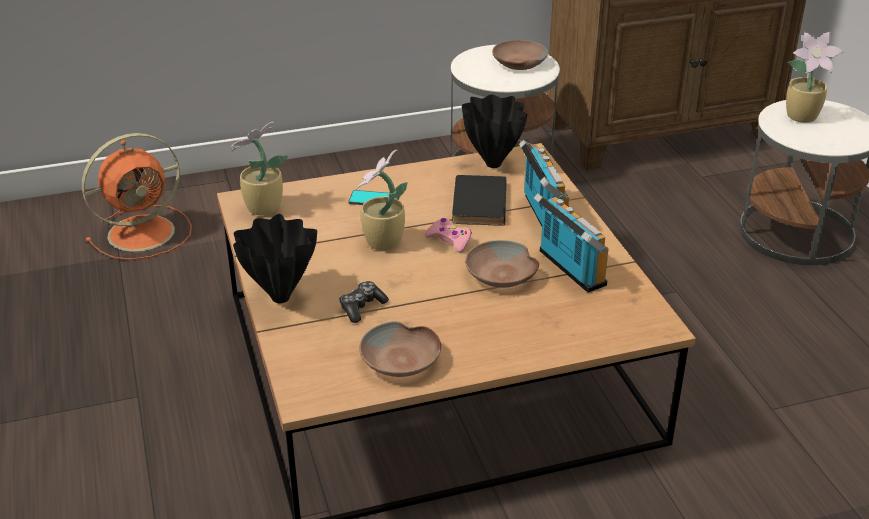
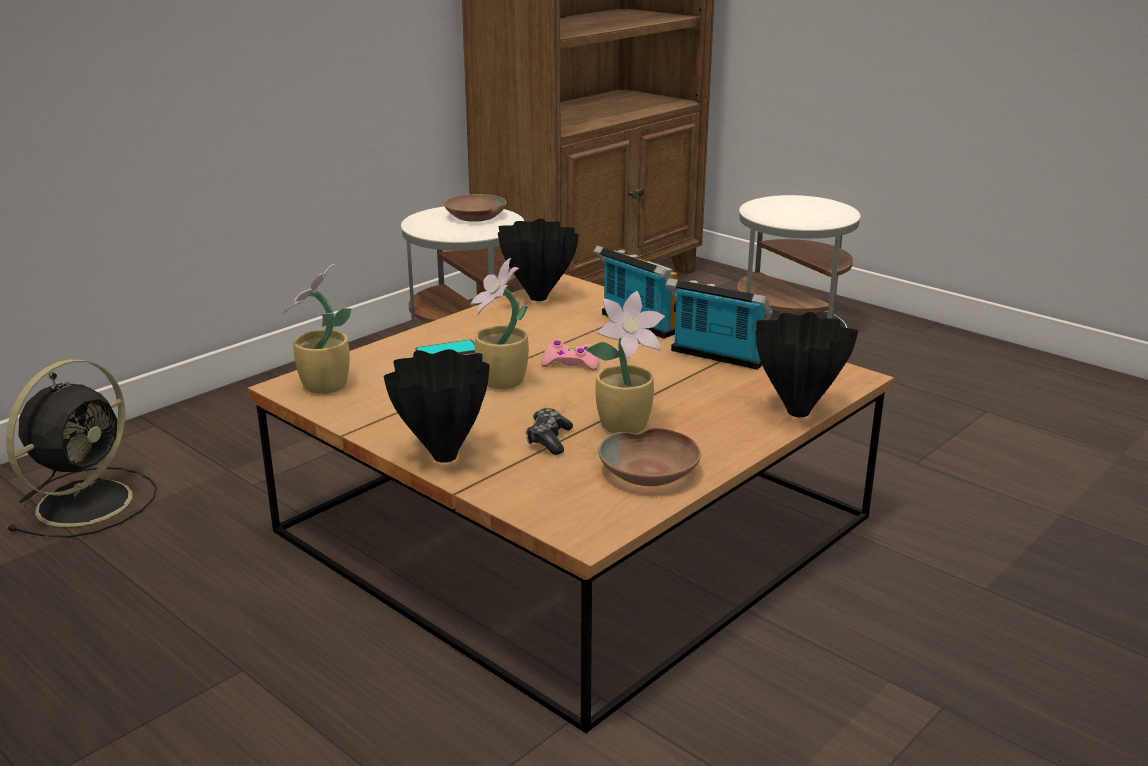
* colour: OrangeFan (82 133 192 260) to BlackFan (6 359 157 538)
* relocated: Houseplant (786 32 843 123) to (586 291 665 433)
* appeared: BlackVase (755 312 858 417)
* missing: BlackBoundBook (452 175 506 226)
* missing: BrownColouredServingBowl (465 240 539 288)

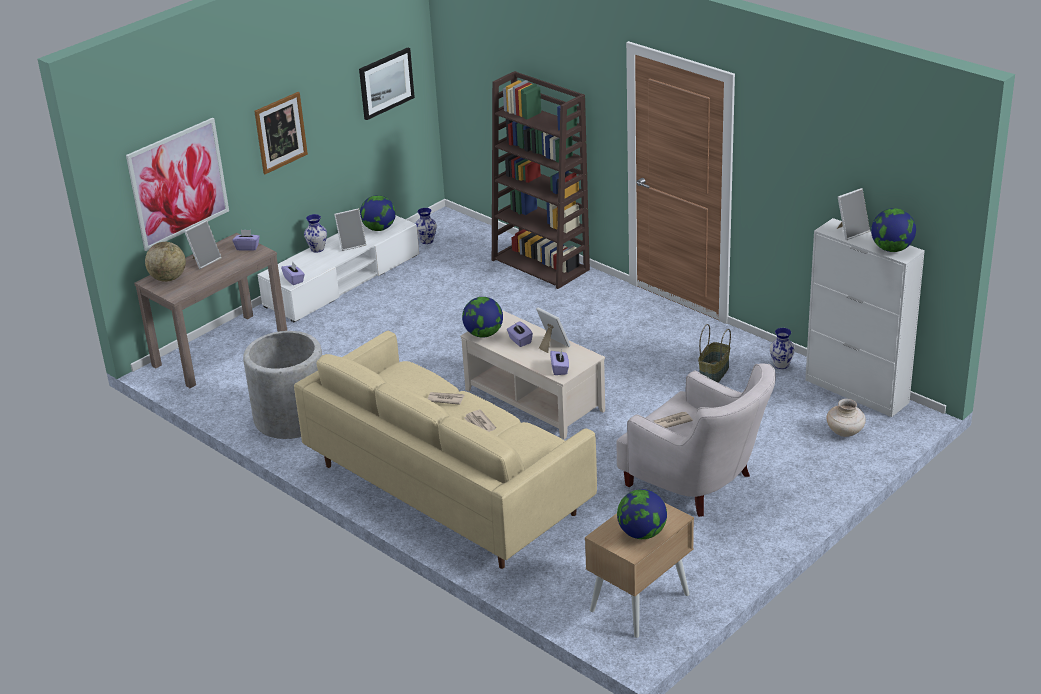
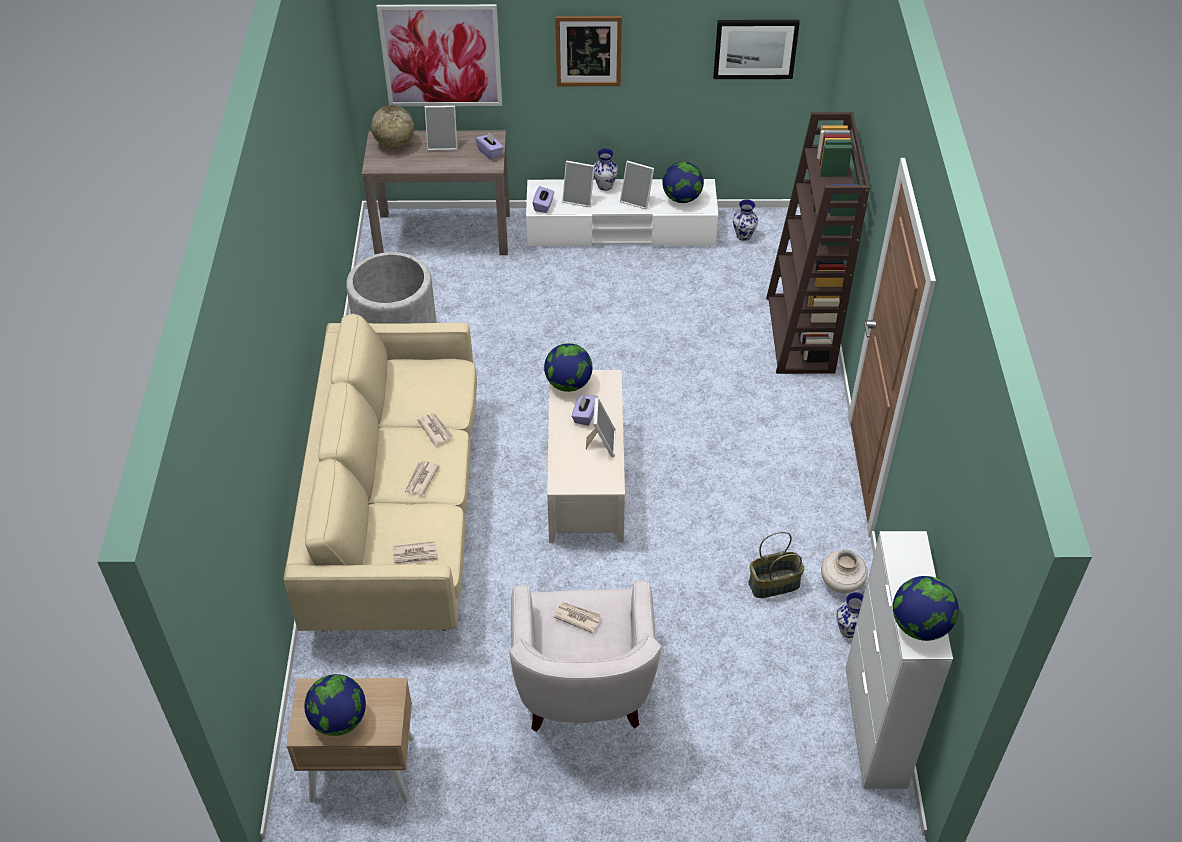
* appeared: DailyPaper (392 541 439 564)
* relocated: PictureFrame (837 188 870 240) to (562 161 595 207)
* relocated: BeigeColouredVase (827 399 866 437) to (821 550 868 593)
* missing: PurpleTissueHolder (550 350 569 375)

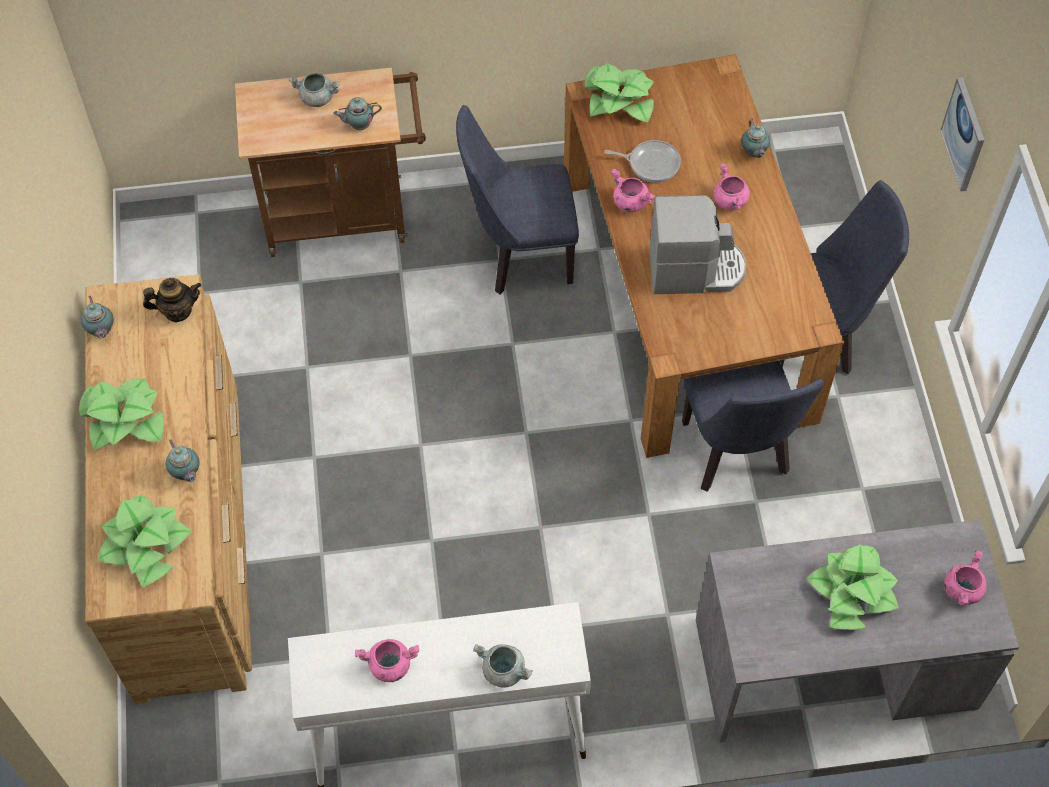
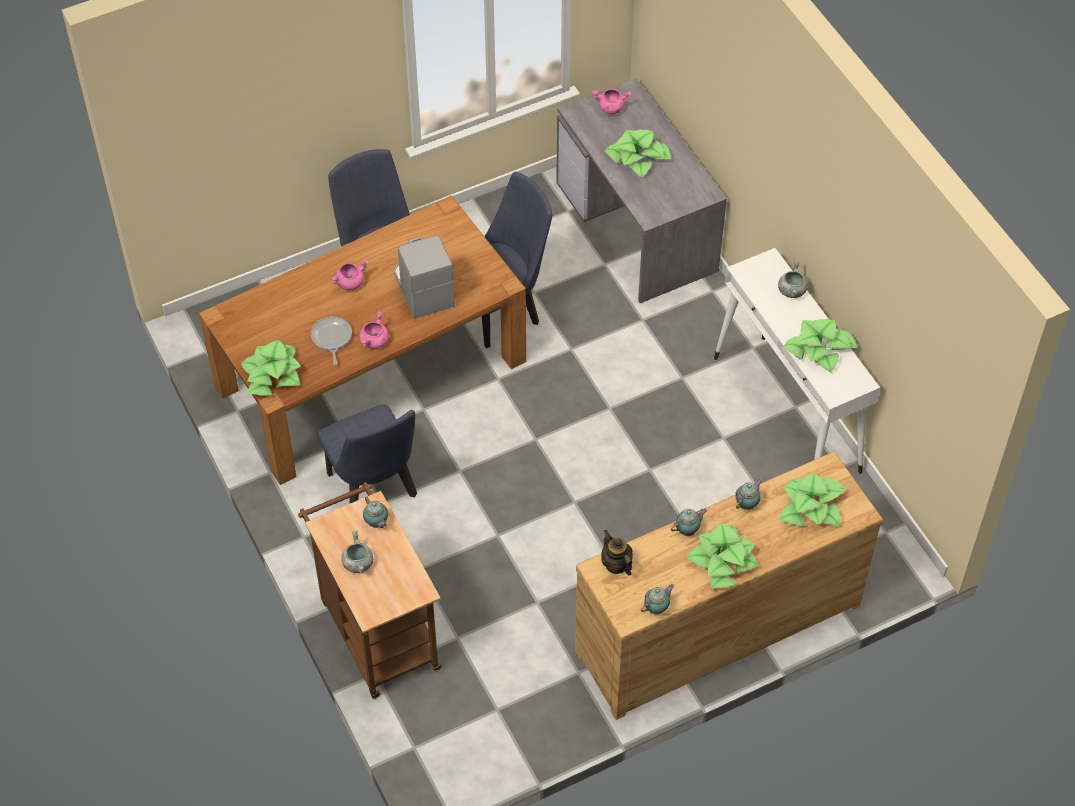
* relocated: TeaPot (741 118 770 158) to (671 508 707 536)
* exchanged: PinkSaucepot (355 639 419 682) to Houseplant (783 319 857 372)
* missing: WallPicture (941 77 984 191)

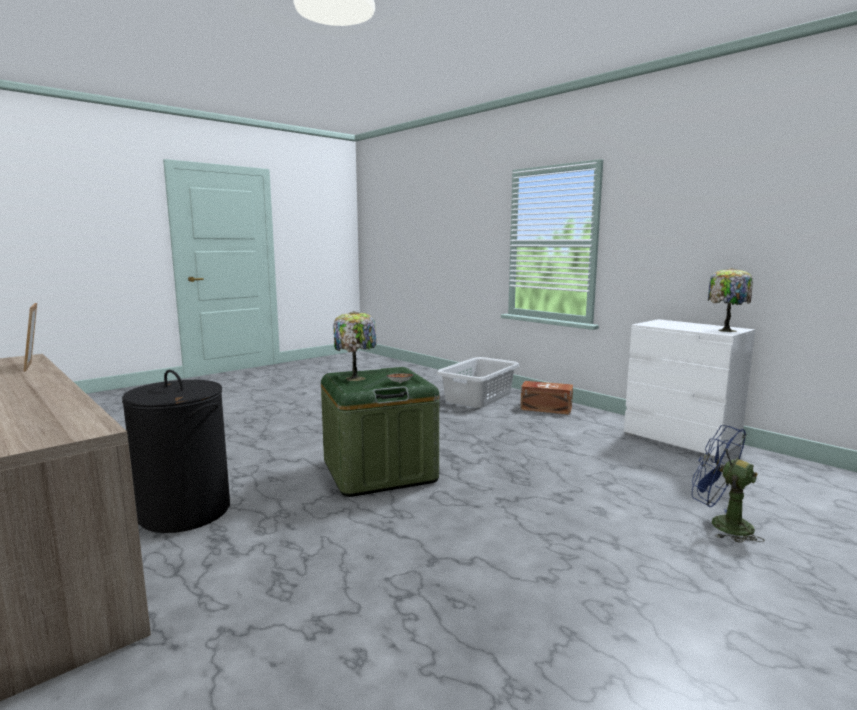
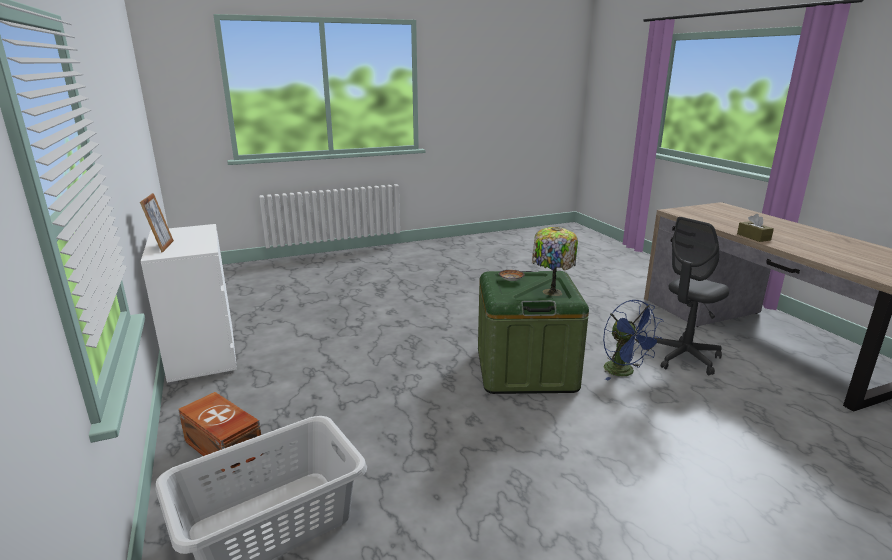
* relocated: PictureFrame (24 303 37 372) to (140 193 174 253)
* relocated: BlueFan (692 425 765 543) to (603 300 663 381)
* exchanged: BlackLaundryBasket (122 370 230 533) to GrayComputerChair (650 217 729 375)
* appeared: BrownColouredTissueHolder (737 214 774 242)
* missing: TableLamp (708 268 753 332)

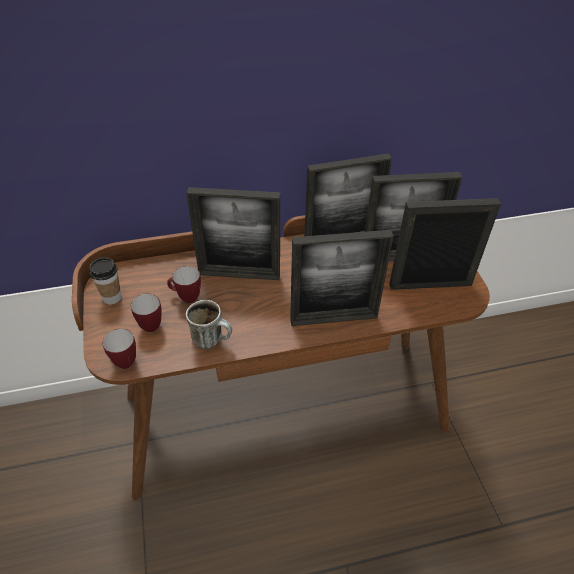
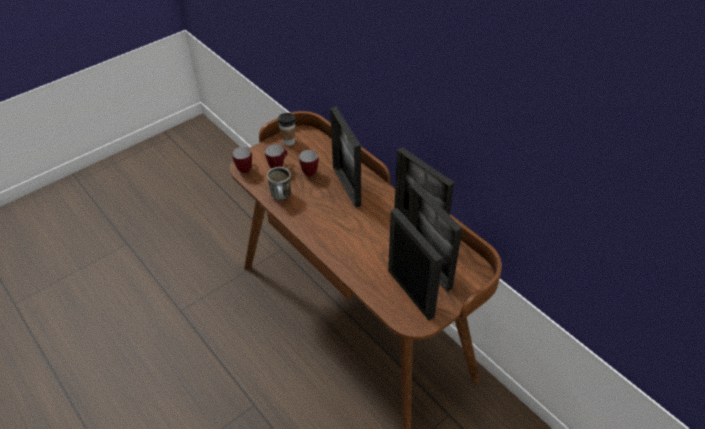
* missing: PictureFrame (290 230 393 326)

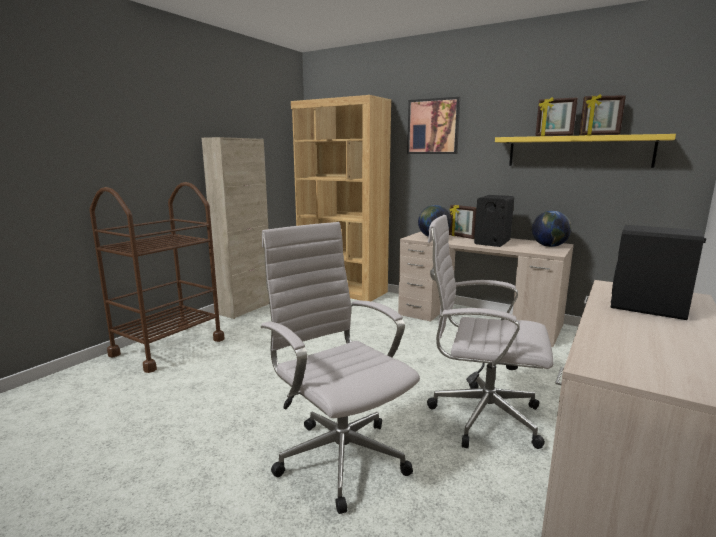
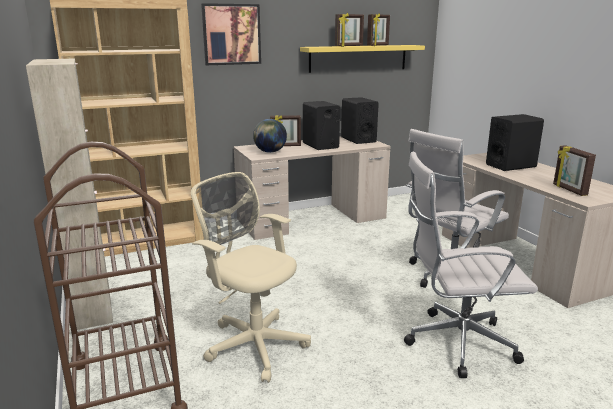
* appeared: BeigeColouredComputerChair (191 172 311 383)
* exchanged: DeskGlobe (532 211 572 247) to BlackAudioSpeaker (341 97 379 144)
* appeared: PictureFrame (553 145 596 196)

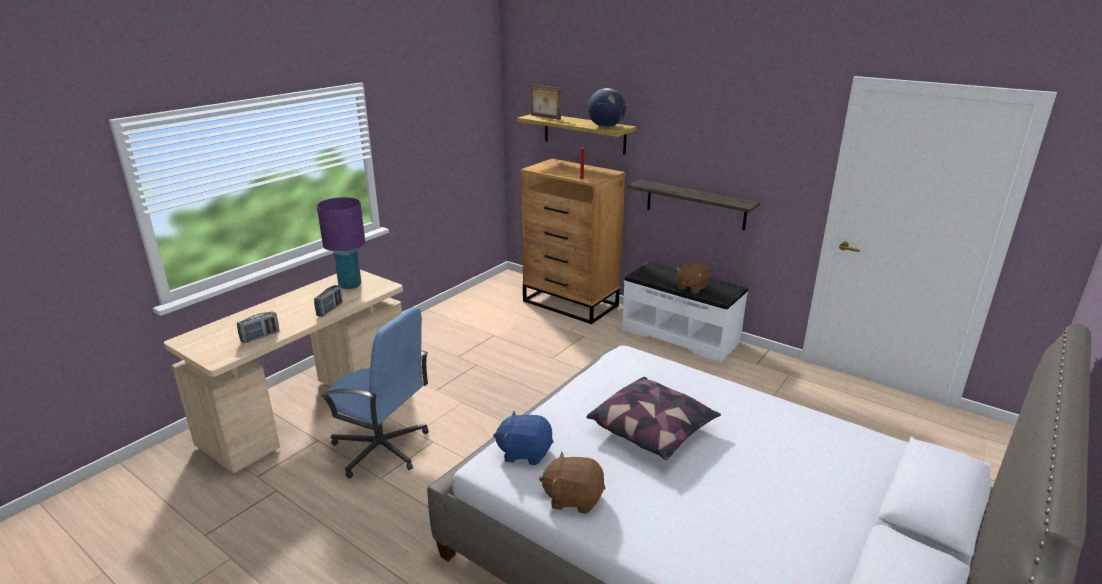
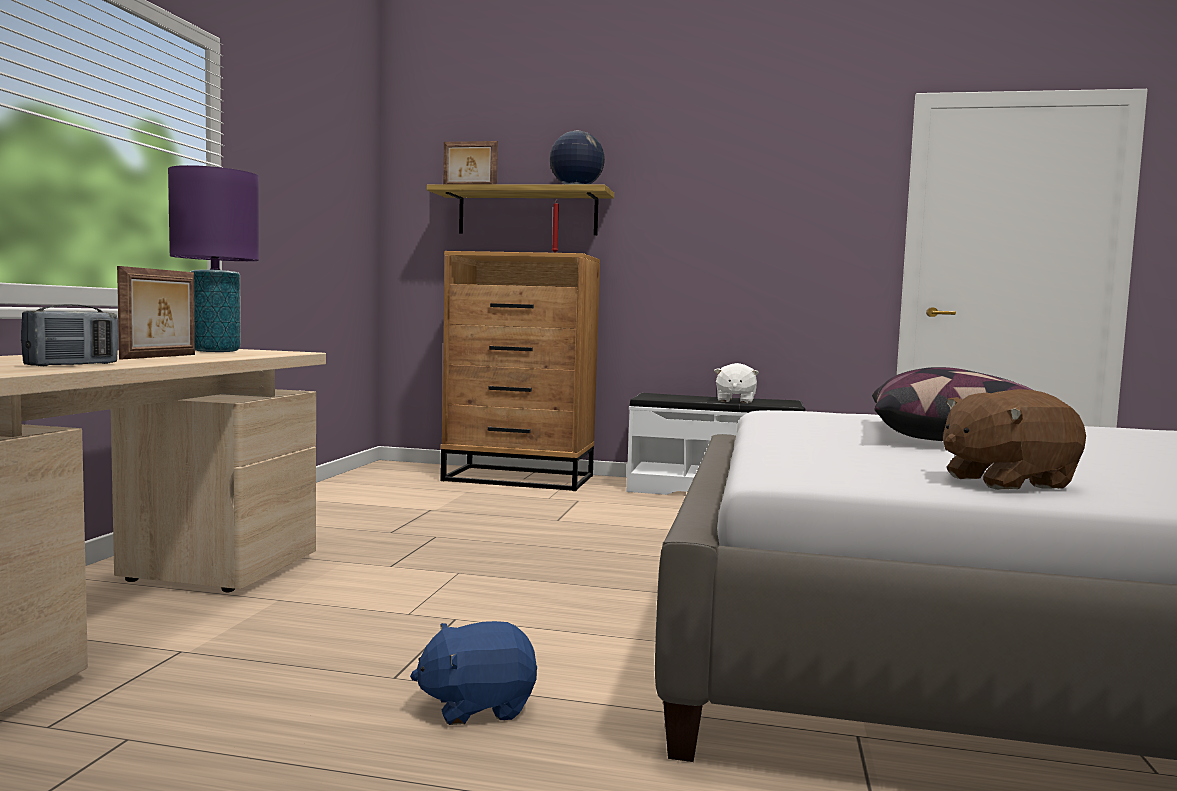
* appeared: PictureFrame (117 266 195 360)
* relocated: BluePlushToy (493 410 553 465) to (410 621 537 725)
* colour: BrownColouredPlushToy (676 262 709 294) to WhiteColouredPlushToy (714 363 759 403)
* missing: RadioSet (314 285 343 317)
* missing: BlueComputerChair (320 307 429 479)
* missing: Shelf (627 180 760 230)

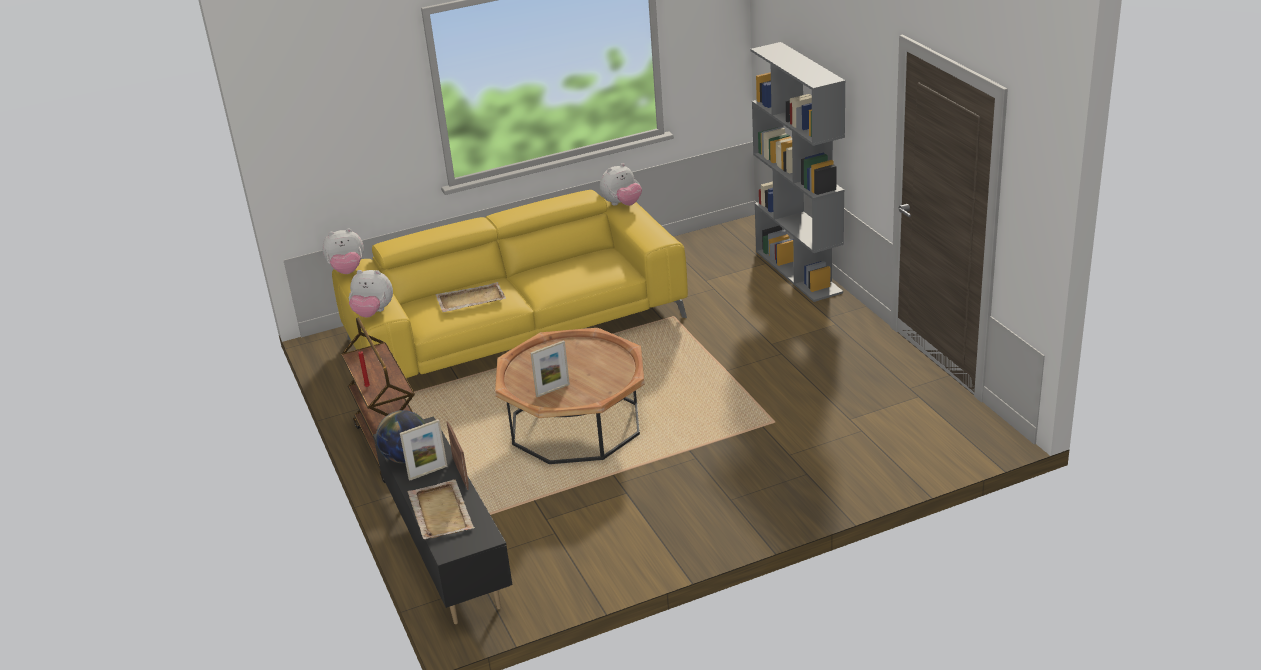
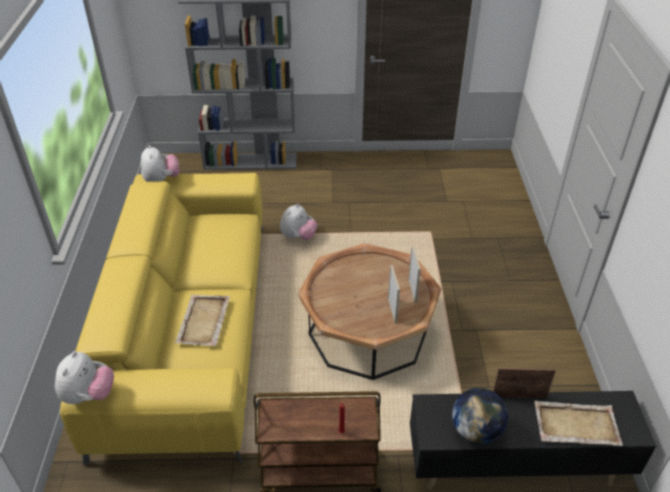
* relocated: PlushToy (349 270 393 318) to (280 203 317 240)
* relocated: PictureFrame (400 419 448 481) to (408 246 421 303)

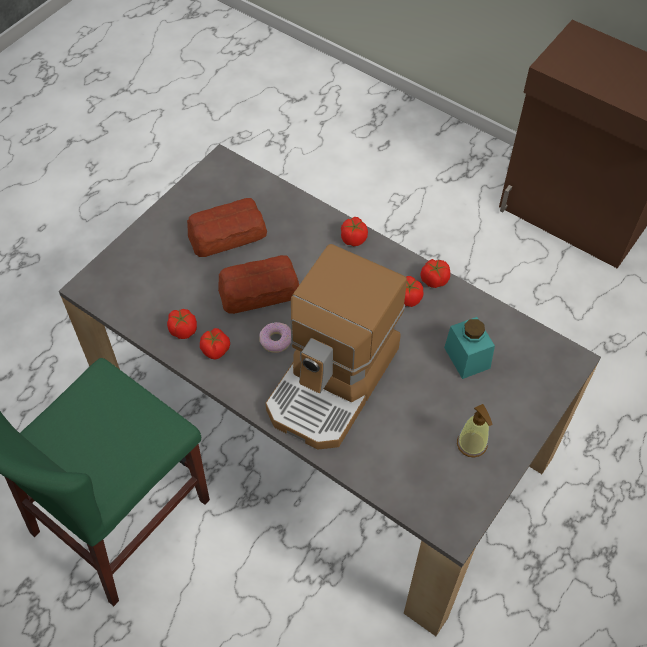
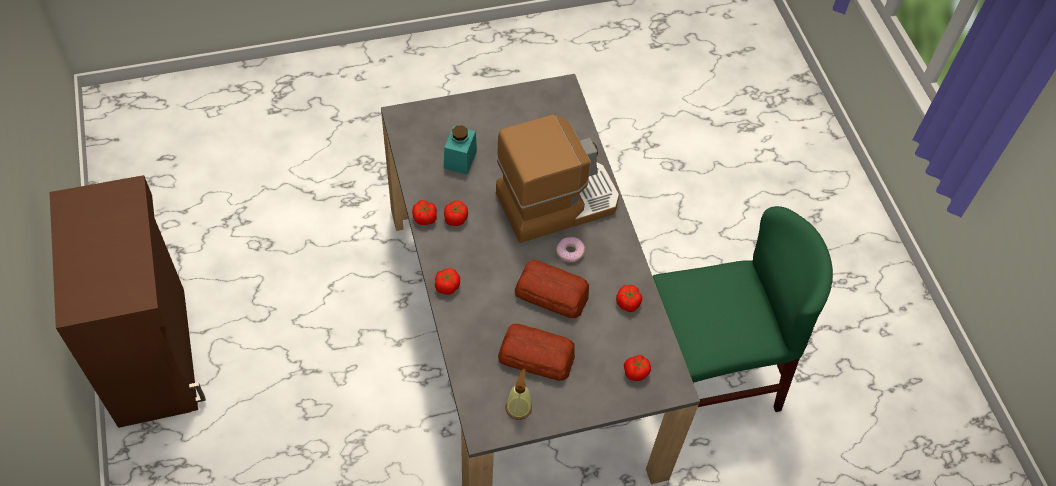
* relocated: SoapDispenser (457 404 492 458) to (506 369 532 420)
* relocated: WholeTomato (200 328 230 360) to (624 355 651 381)

